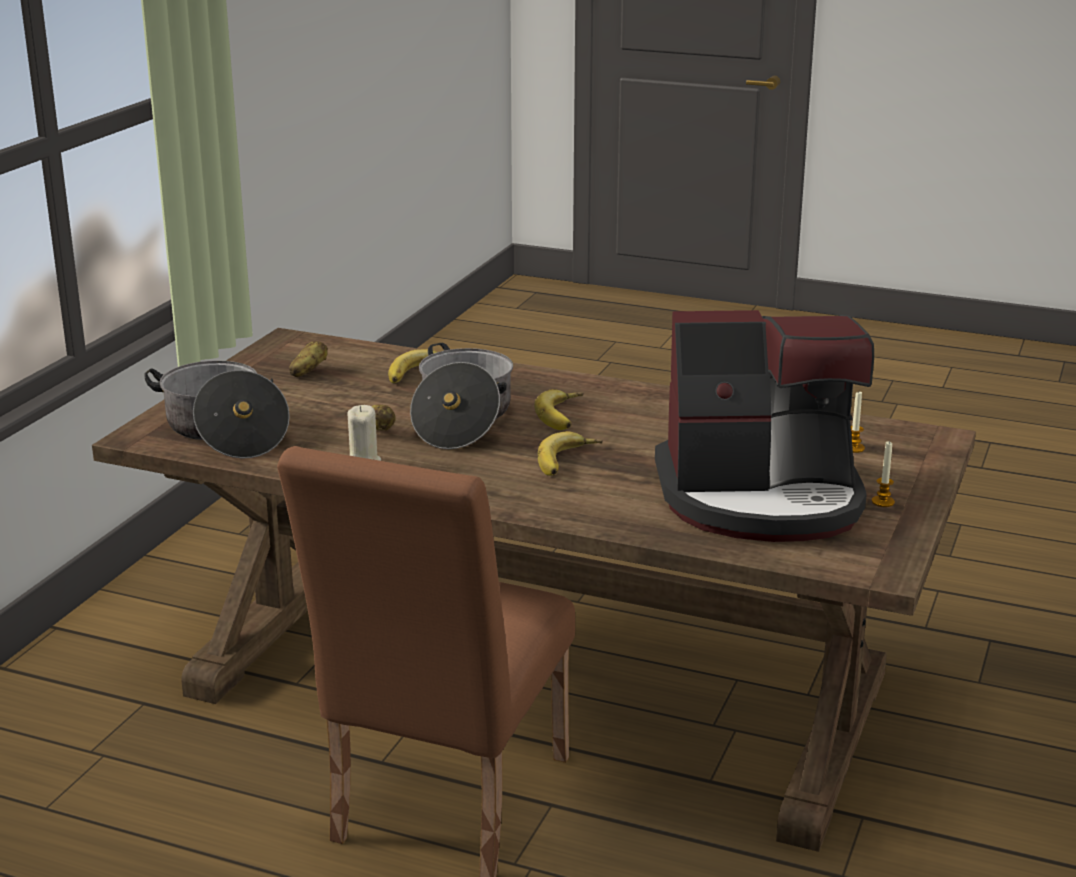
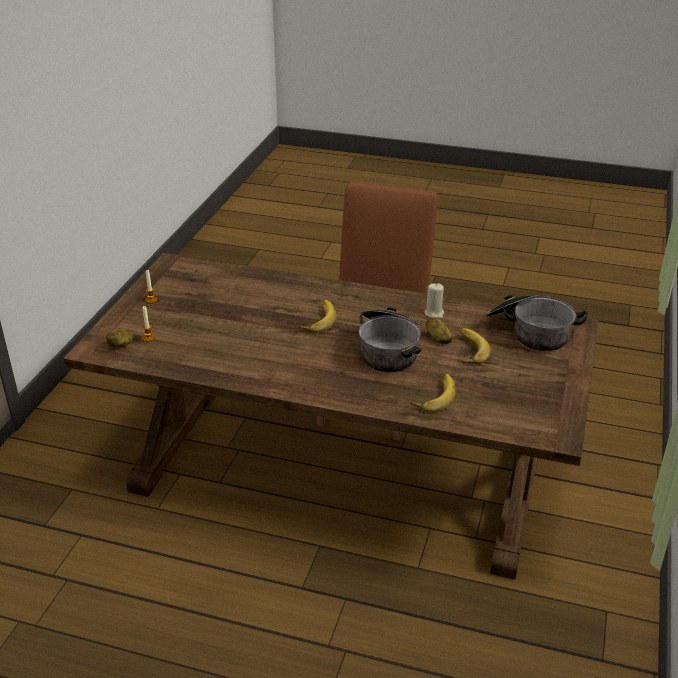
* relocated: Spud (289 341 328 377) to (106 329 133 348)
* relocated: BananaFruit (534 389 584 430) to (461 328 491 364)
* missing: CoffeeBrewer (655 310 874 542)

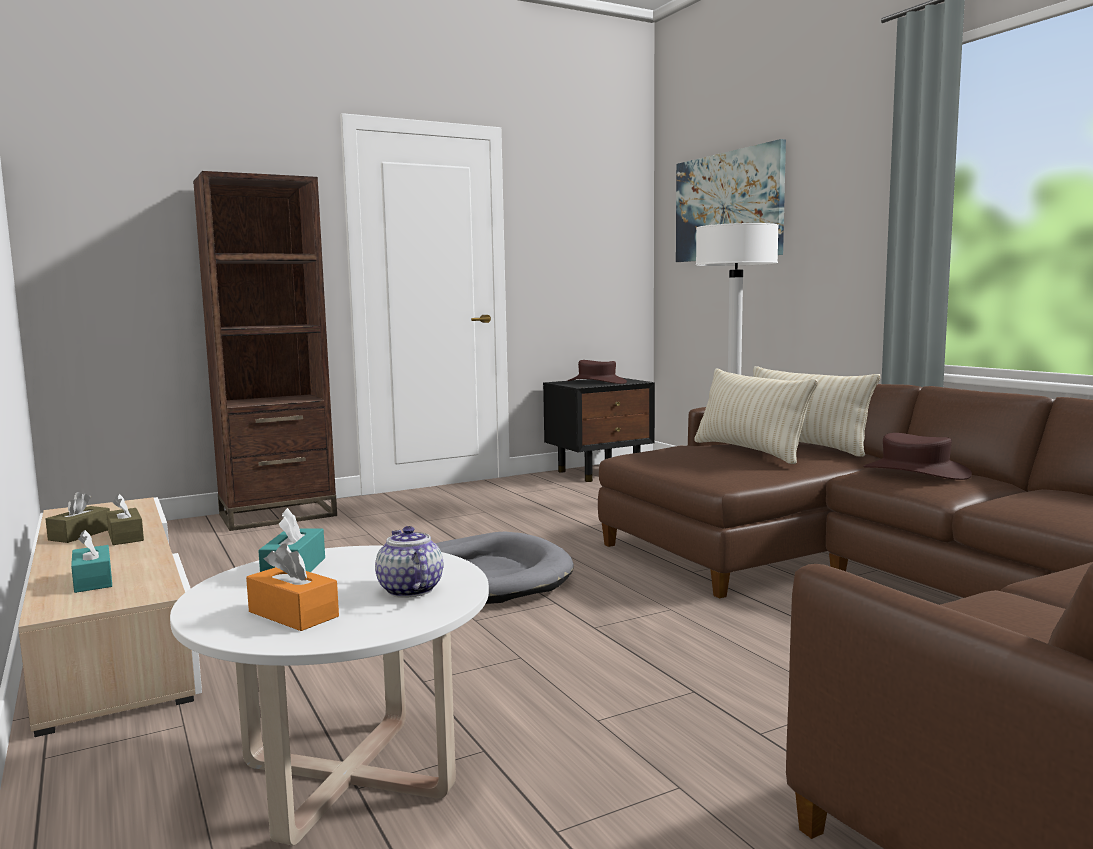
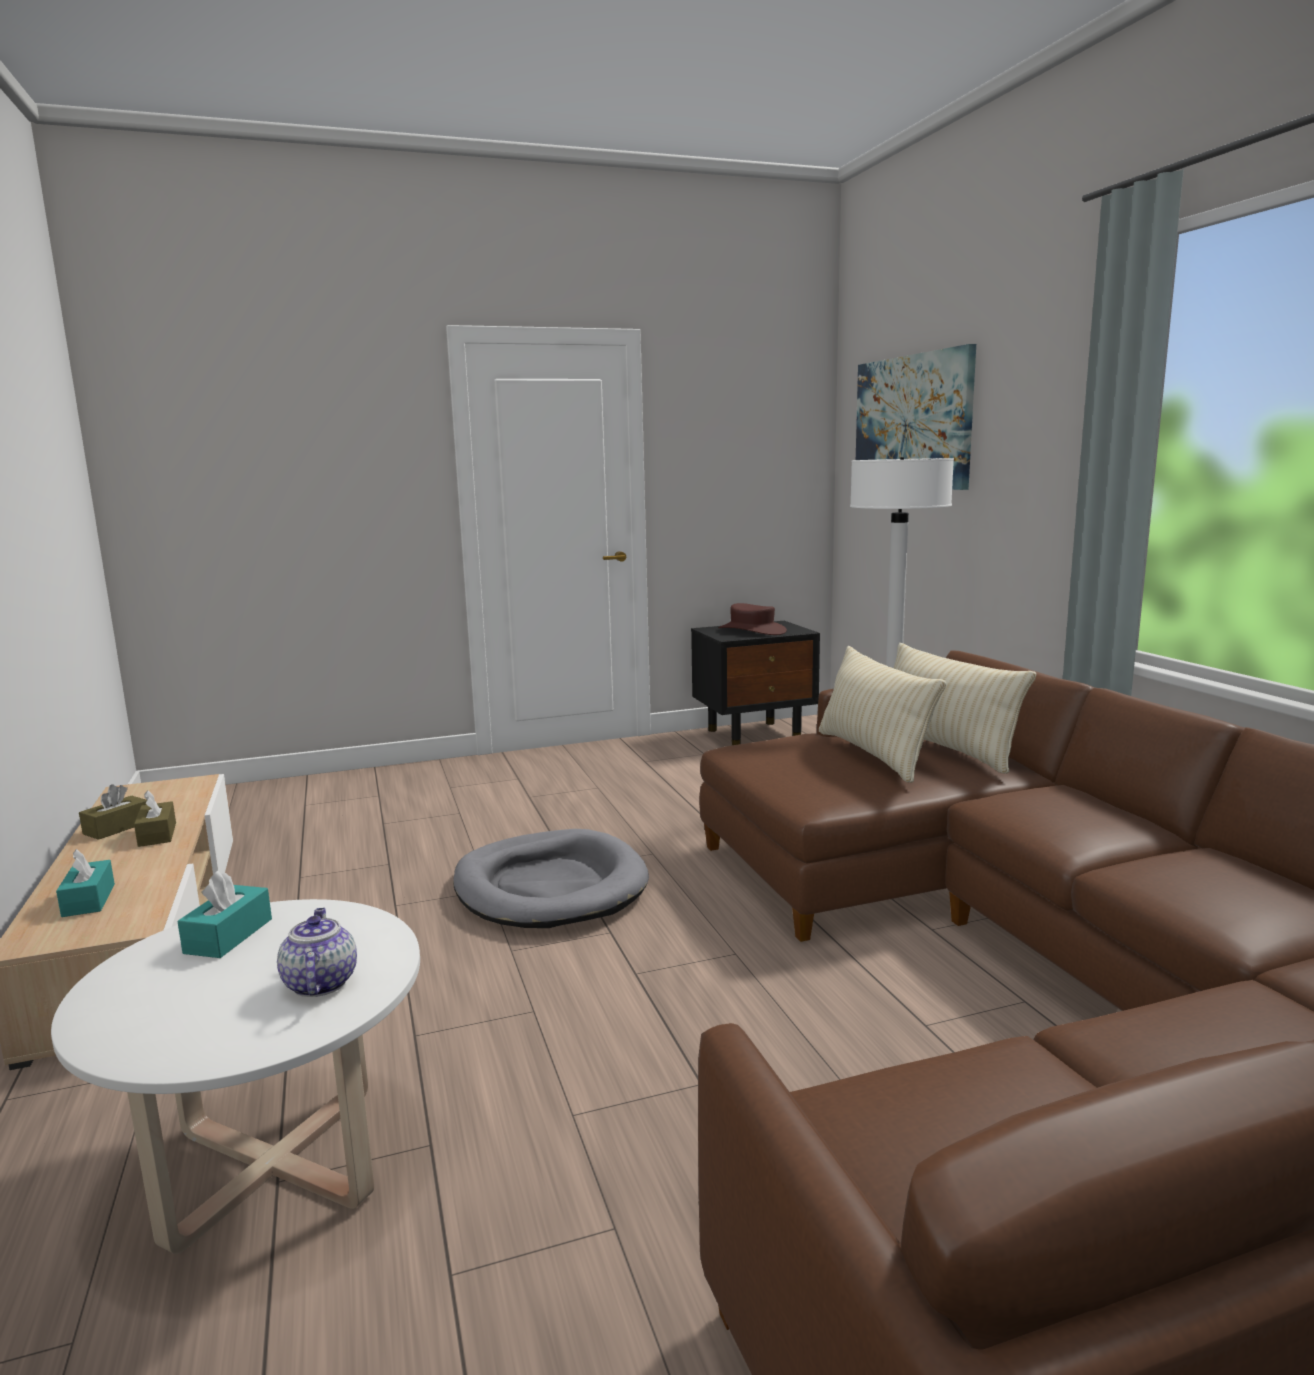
* missing: BrownColouredBookshelf (193 171 337 531)
* missing: OrangeTissueHolder (246 543 339 631)
* missing: BrownColouredWearableHat (864 433 972 480)

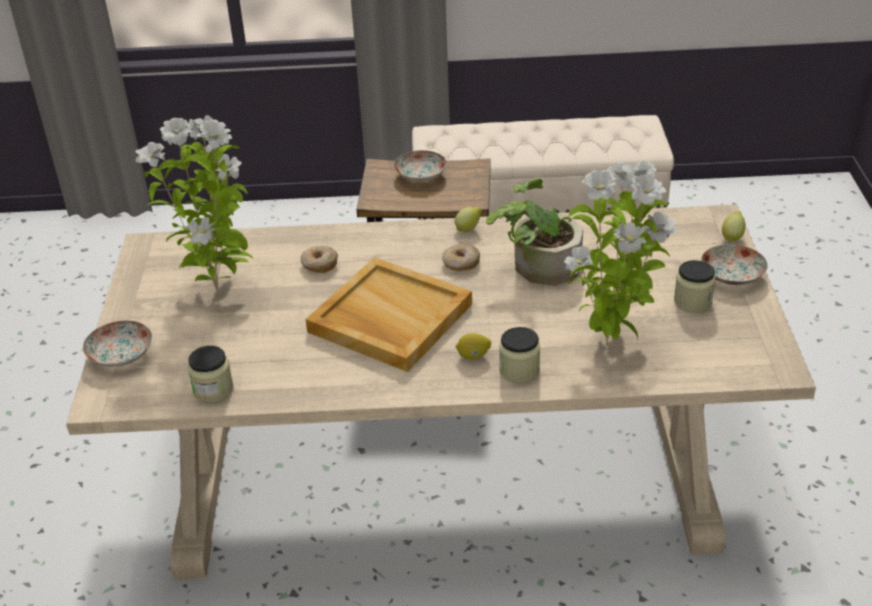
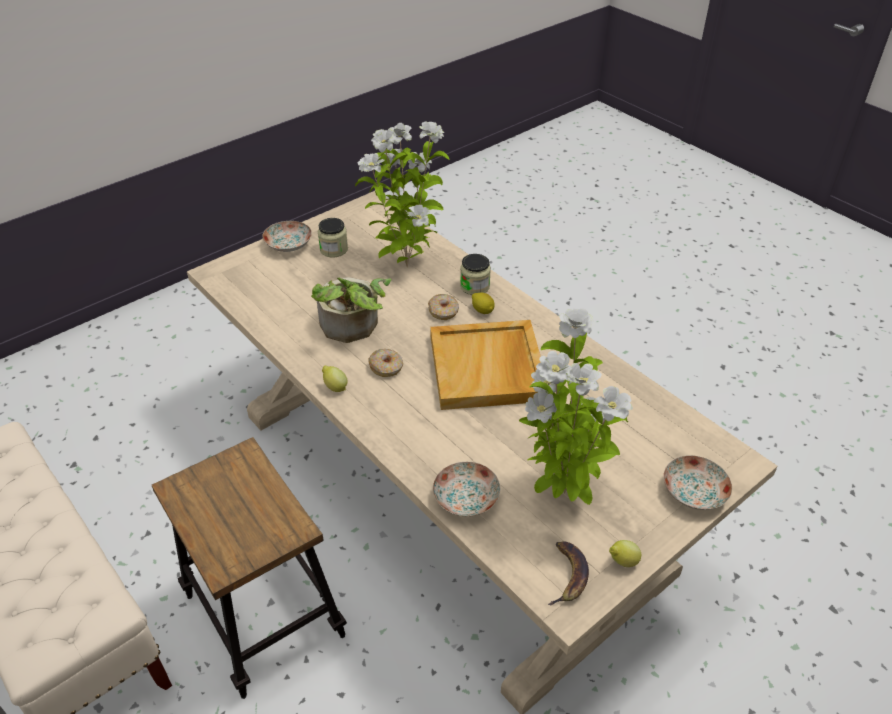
* relocated: RingDoughnut (301 246 338 273) to (428 294 459 320)
* relocated: Plate (394 150 447 182) to (433 462 500 517)
* appeared: BananaFruit (548 541 589 605)
* relocated: CitrusFruit (722 211 745 243) to (609 540 641 567)
* missing: StorageJar (188 346 234 402)

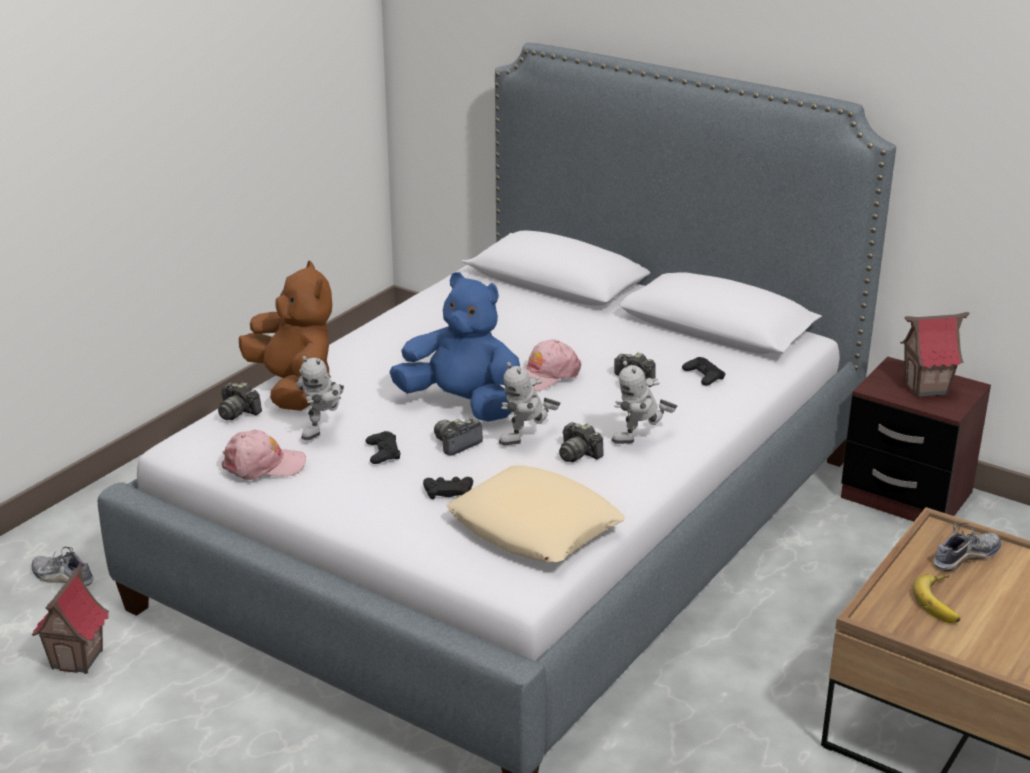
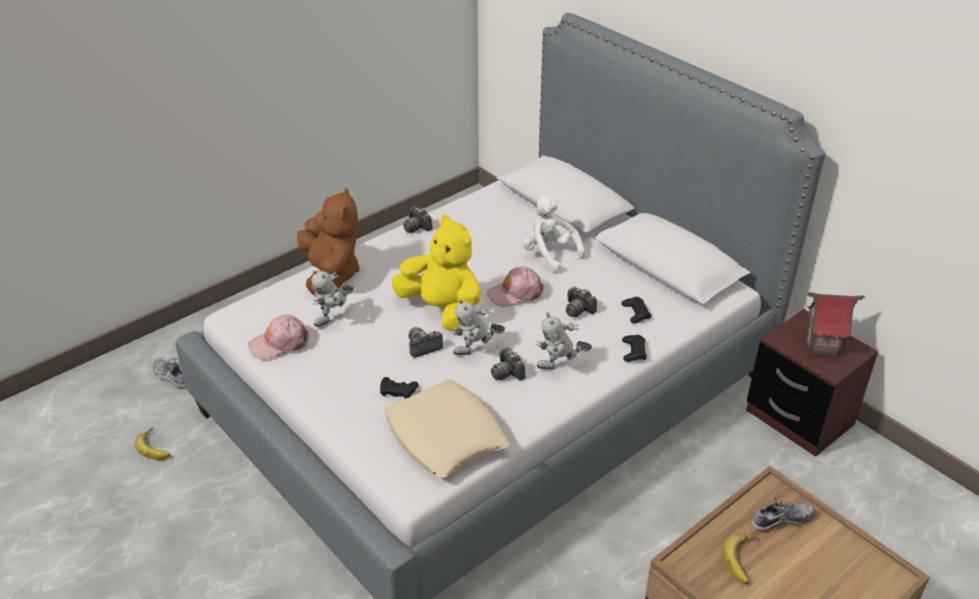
* exchanged: ModelHouse (32 563 109 674) to BananaFruit (135 428 170 460)
* spun: PinkBaseballCap (222 430 306 480) = (248 314 310 359) 150 degrees clockwise
* colour: BluePlushToy (389 272 520 422) to YellowPlushToy (392 215 481 332)
* relocated: PhotoCamera (218 382 262 420) to (403 206 433 233)
* appeared: WhiteColouredPlushToy (523 196 585 272)
* relocated: BlackJoypad (365 431 400 464) to (622 335 647 362)

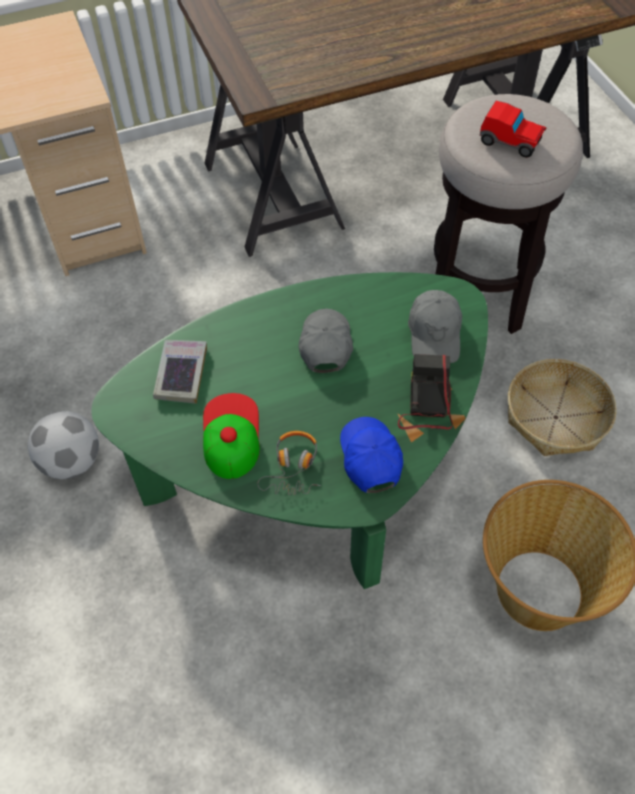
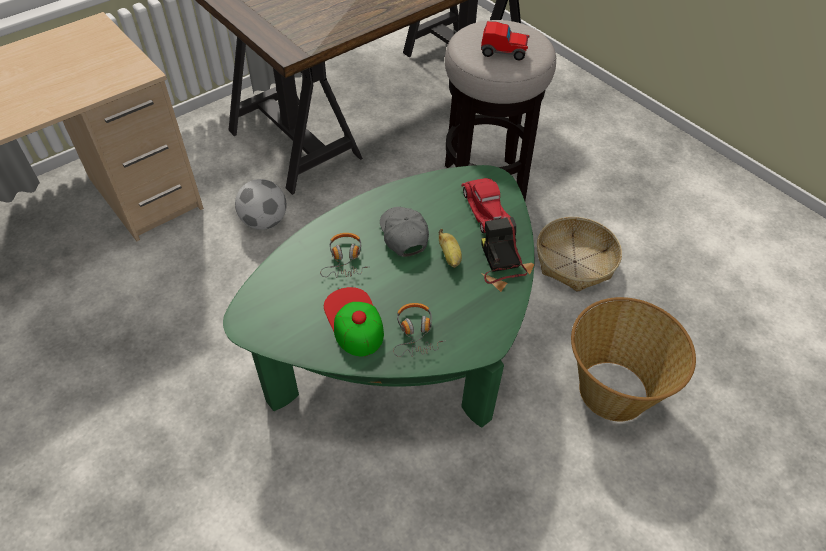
* relocated: BallForFootball (28 411 99 479) to (235 179 287 230)
* appeared: Headphones (320 233 367 278)
* appeared: BananaFruit (439 229 462 268)
* exchanged: GrayBaseballCap (408 290 462 363) to ReddishToyCar (461 178 510 233)
* missing: BoundBook (153 340 207 404)
* missing: BlueBaseballCap (340 417 403 493)

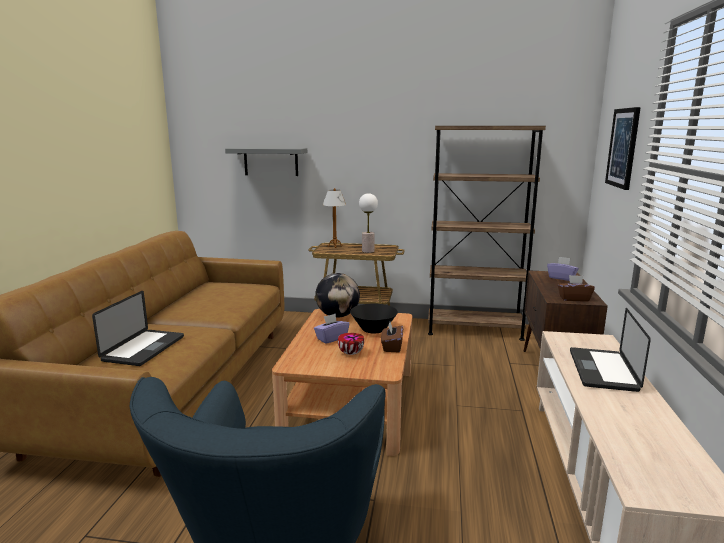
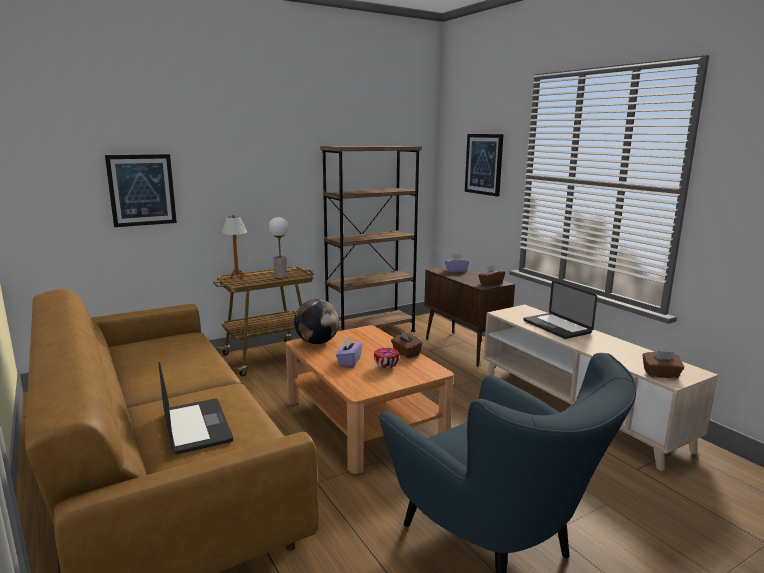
* exchanged: GrayShelf (225 148 307 176) to WallPicture (105 154 177 227)
* appeared: BrownColouredTissueHolder (643 351 684 378)
* missing: BlackServingBowl (350 304 398 334)

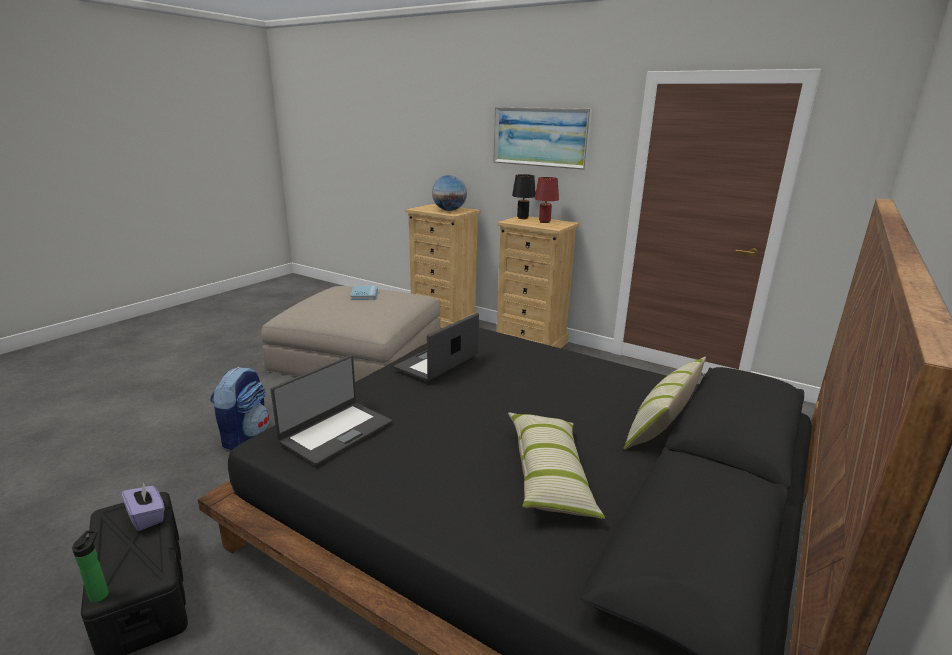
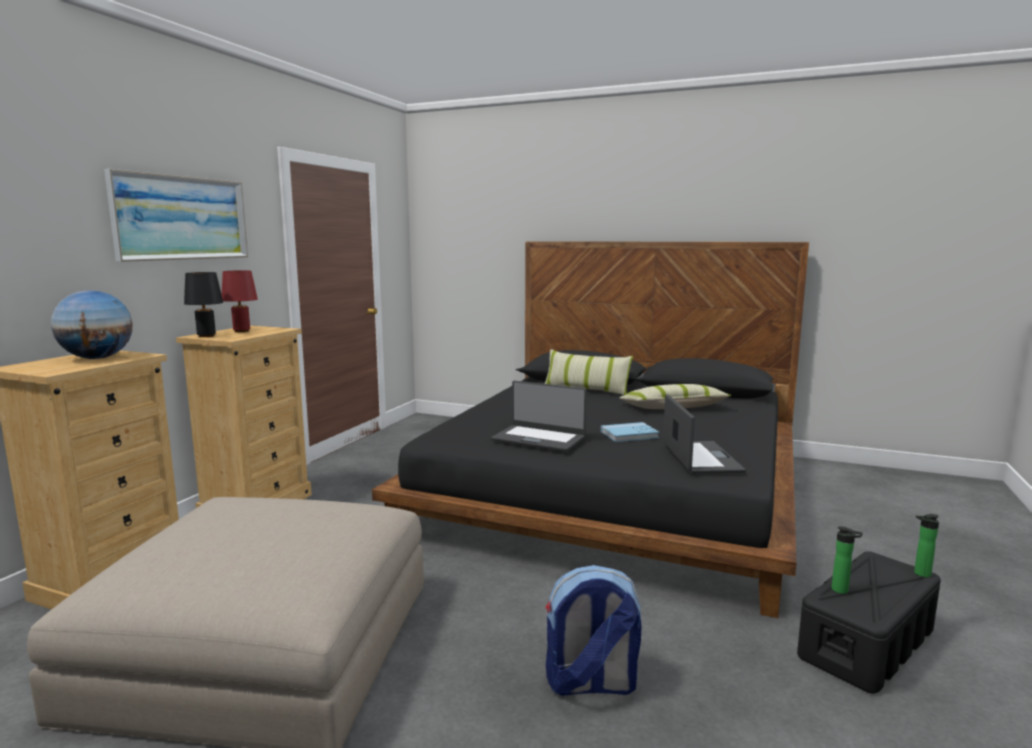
* relocated: BlueBoundBook (350 286 378 300) to (601 422 659 442)
* spun: PortableComputer (270 355 392 466) = (663 394 746 474) 60 degrees clockwise
* exchanged: PurpleTissueHolder (121 482 165 531) to DrinkBottle (831 527 863 594)

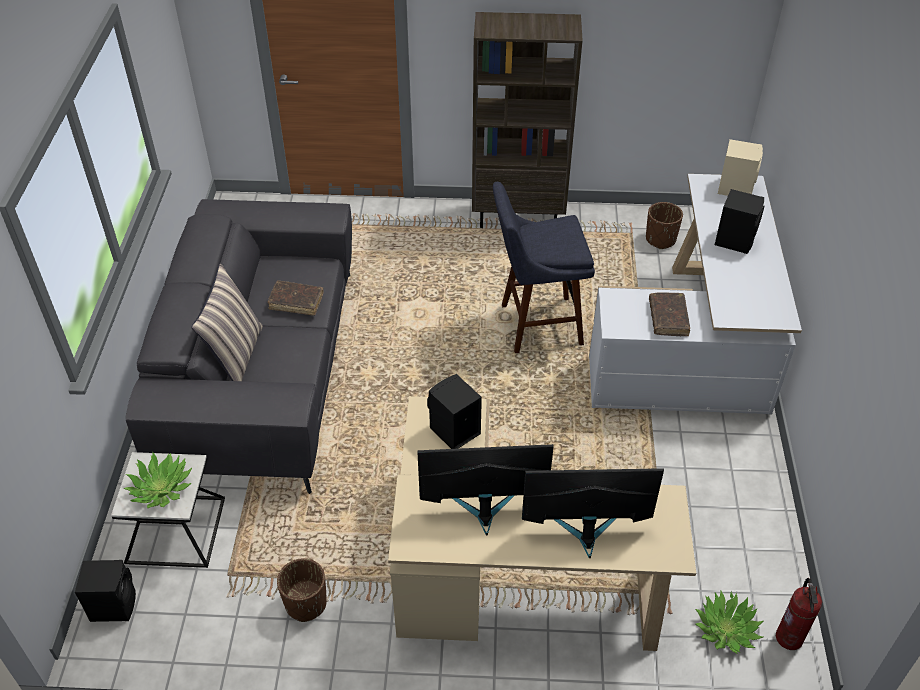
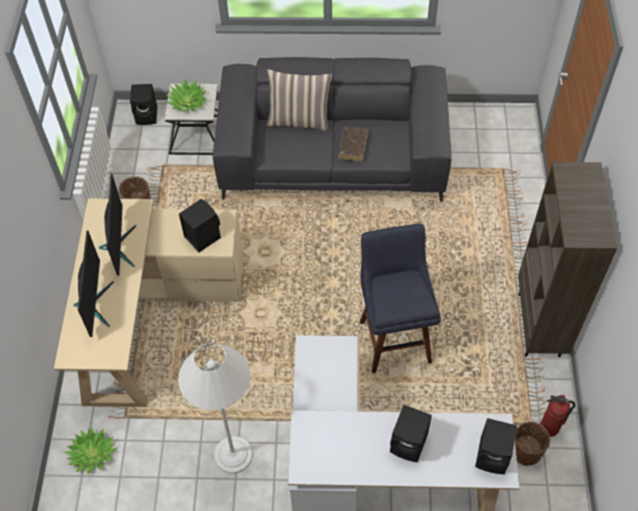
* appeared: WhiteColouredFloorLamp (178 343 253 474)
* colour: BeigeColouredAudioSpeaker (718 139 763 196) to BlackAudioSpeaker (475 418 517 474)
* relocated: Extinguisher (776 578 822 650) to (540 395 575 437)
* missing: BrownColouredBoundBook (649 292 690 336)

